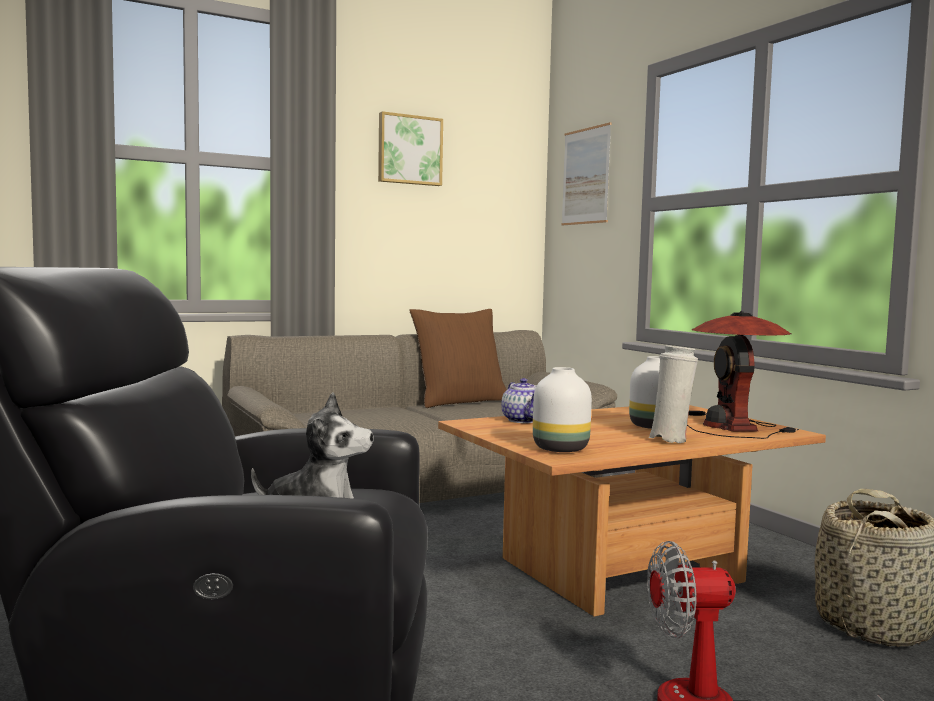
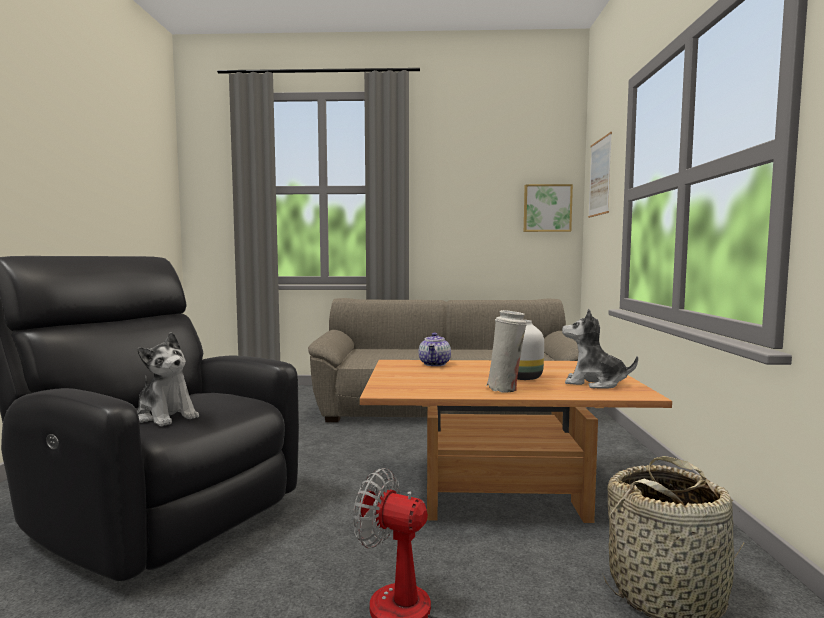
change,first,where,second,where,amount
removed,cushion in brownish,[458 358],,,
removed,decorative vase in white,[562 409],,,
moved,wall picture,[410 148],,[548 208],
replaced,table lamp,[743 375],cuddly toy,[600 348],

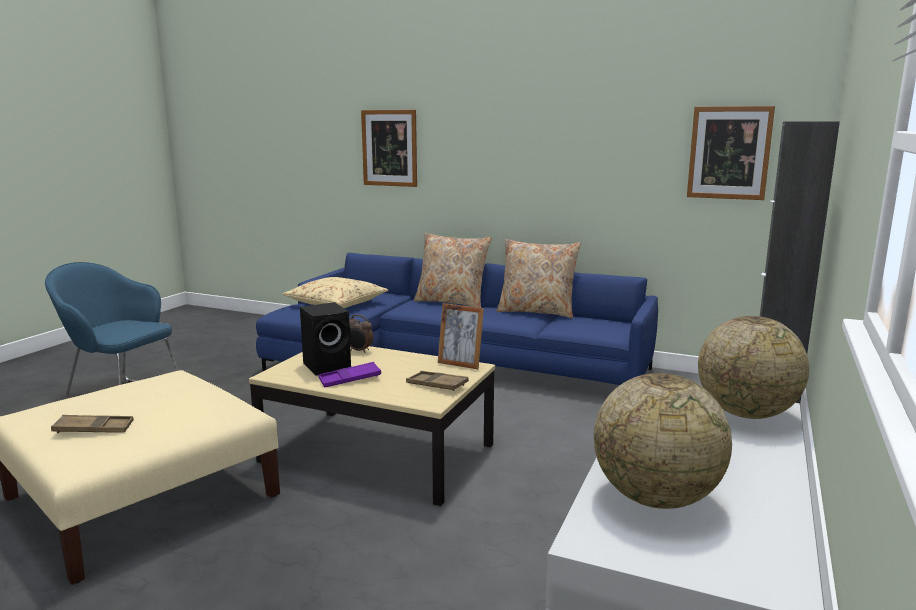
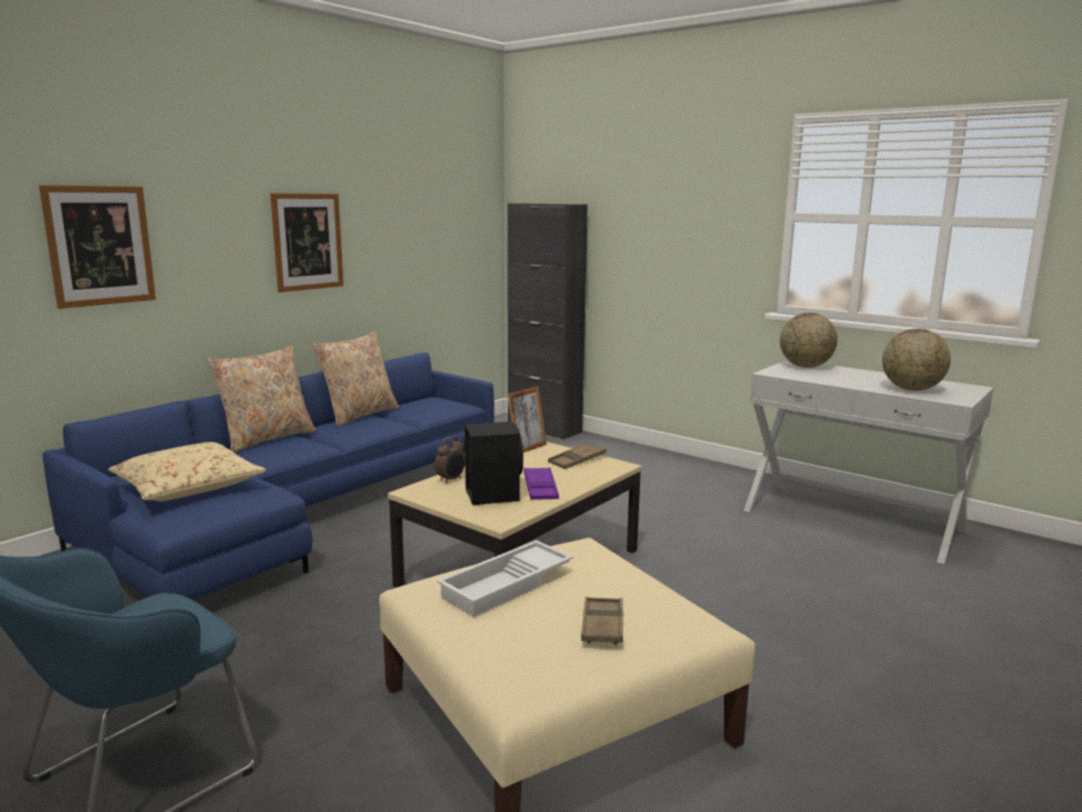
change,first,where,second,where,amount
added,,,serving tray in white,[505 578],
moved,wall picture,[731 153],,[307 242],

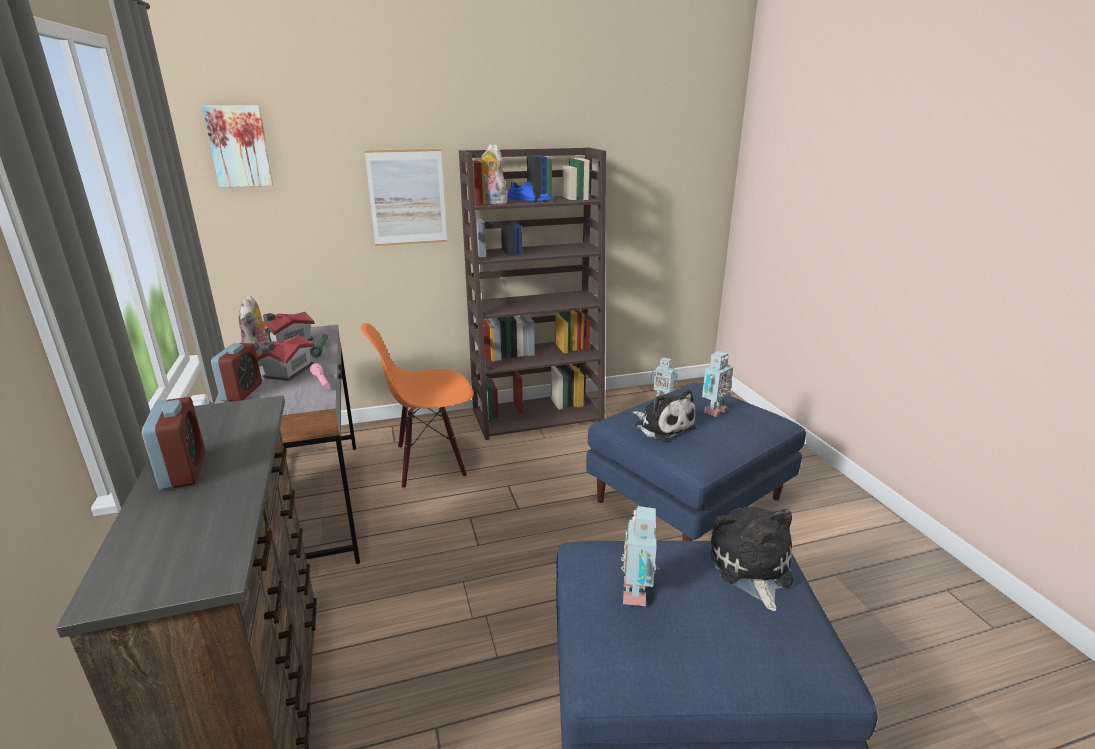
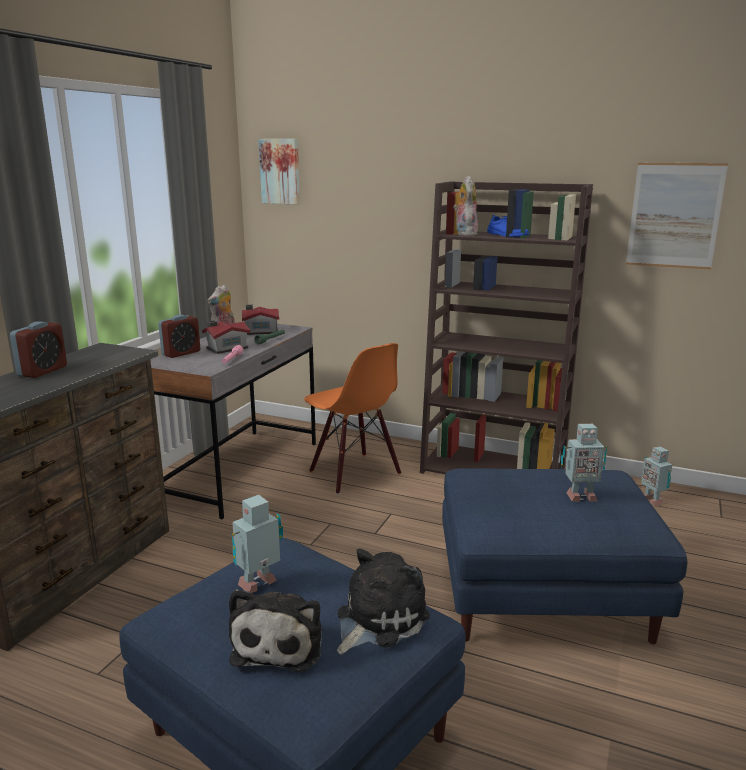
change,first,where,second,where,amount
moved,wall picture,[405 197],,[677 216],
moved,cuddly toy,[664 415],,[275 630],
turned,plain chair in orange,[416 406],,[352 418],150 degrees counterclockwise

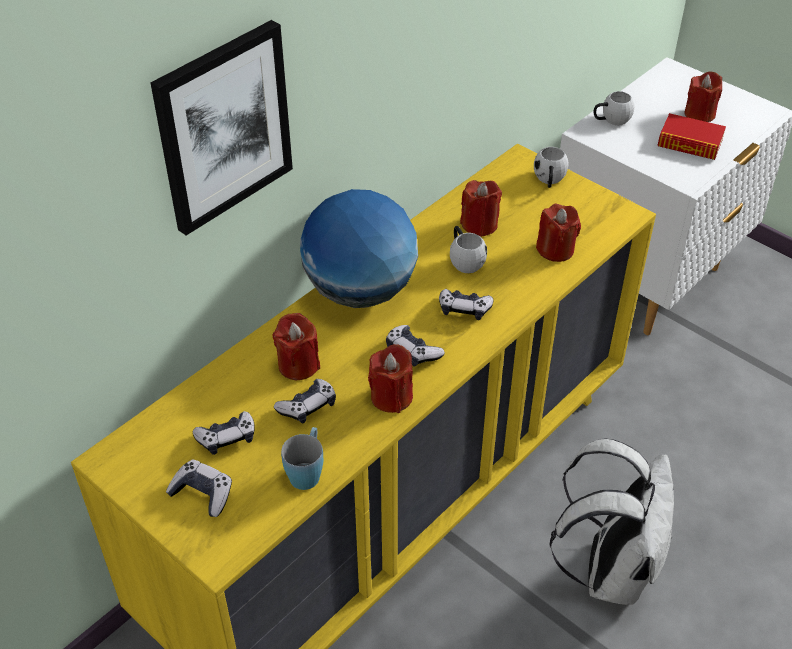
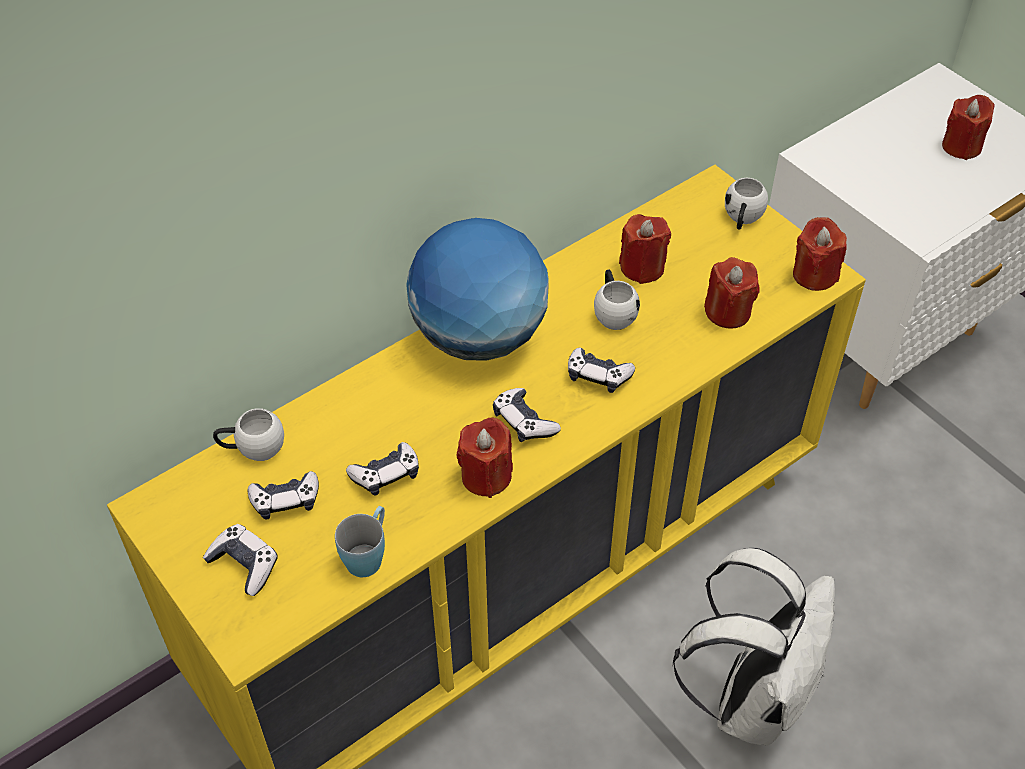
change,first,where,second,where,amount
removed,wall picture,[222 127],,,
removed,book,[692 136],,,
moved,wax candle in reddish,[296 346],,[820 254],
moved,tea mug in white,[613 108],,[248 434],

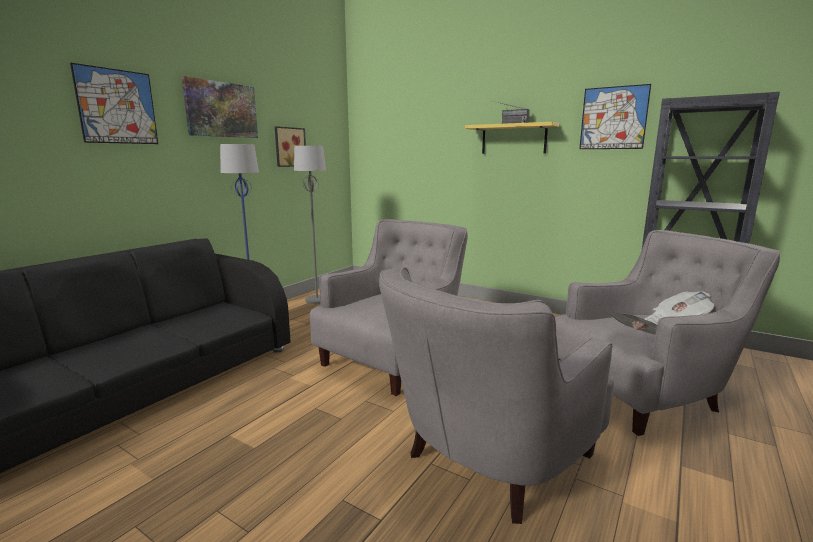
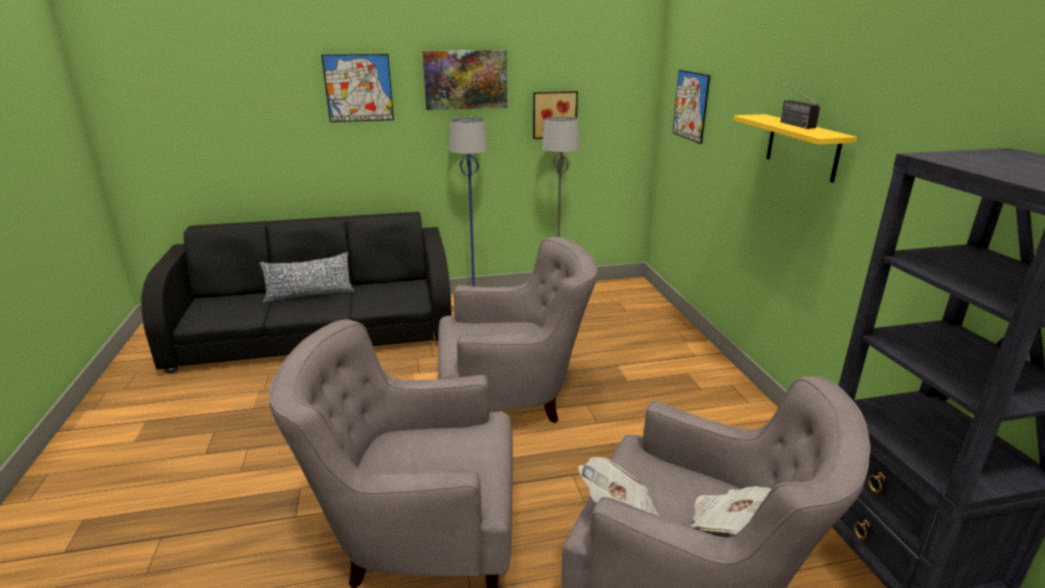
change,first,where,second,where,amount
added,,,cushion,[307 277],
moved,wall picture,[615 116],,[691 107],

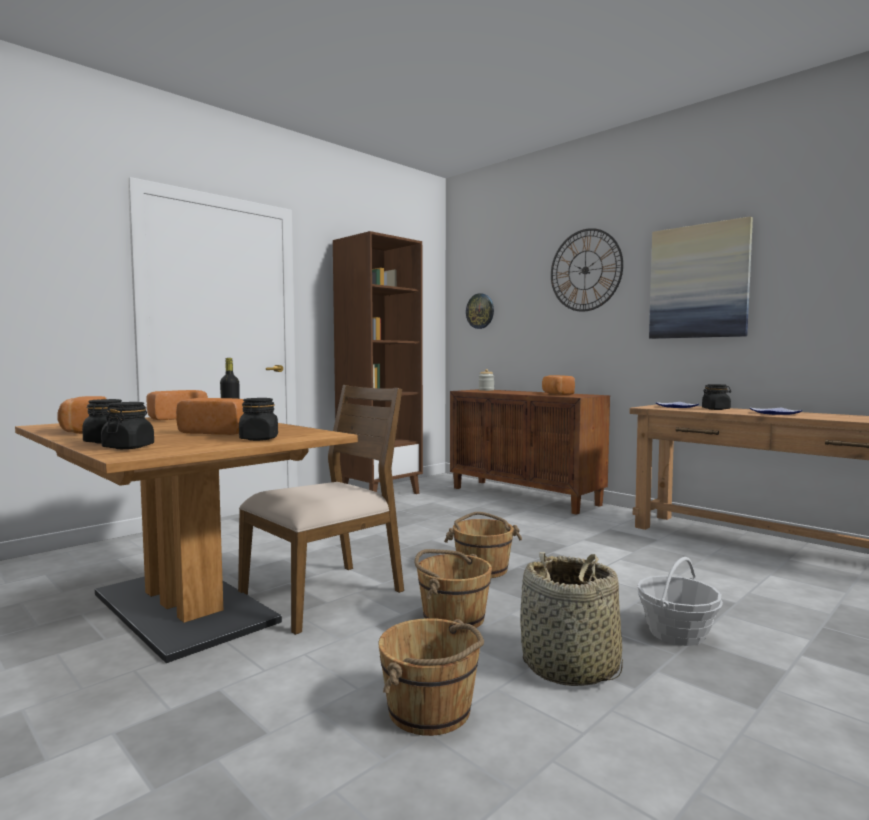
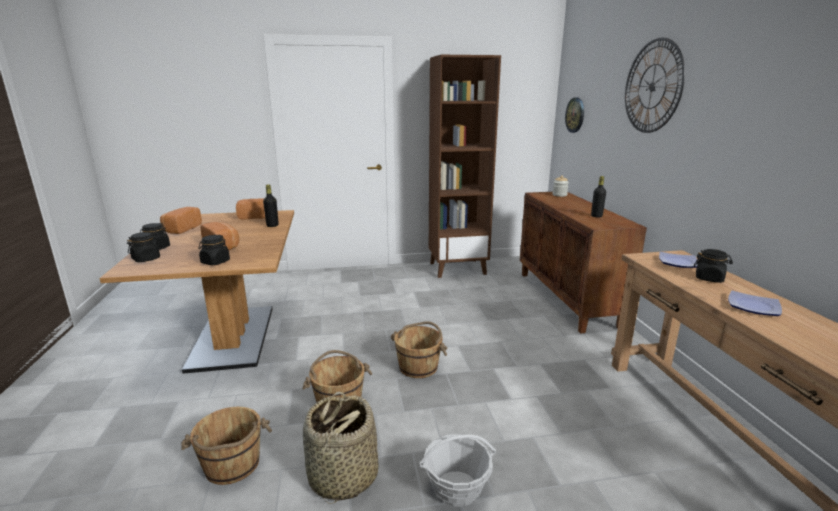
change,first,where,second,where,amount
removed,plain chair in brownish,[321 510],,,
removed,wall picture,[701 277],,,
replaced,bakery bread,[558 385],bottle in black-coloured,[598 197],

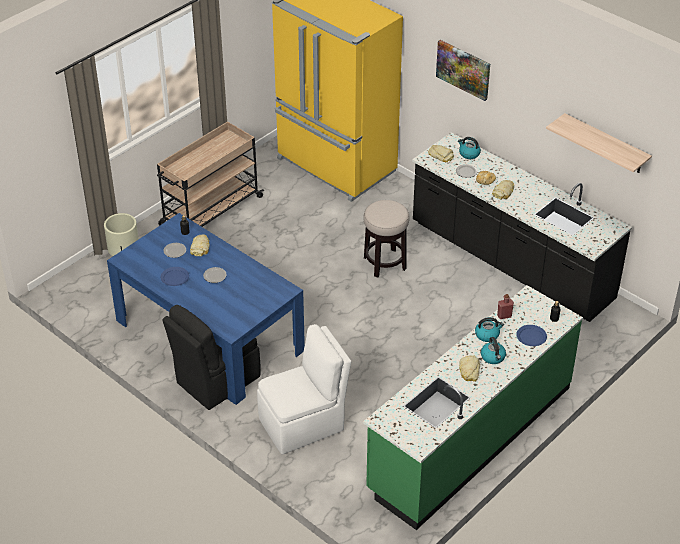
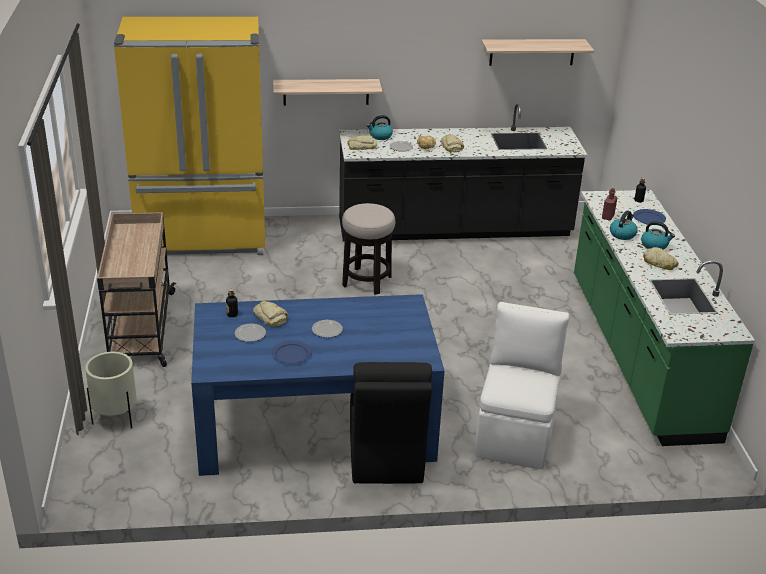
change,first,where,second,where,amount
removed,wall picture,[463 70],,,
added,,,shelf,[328 92],

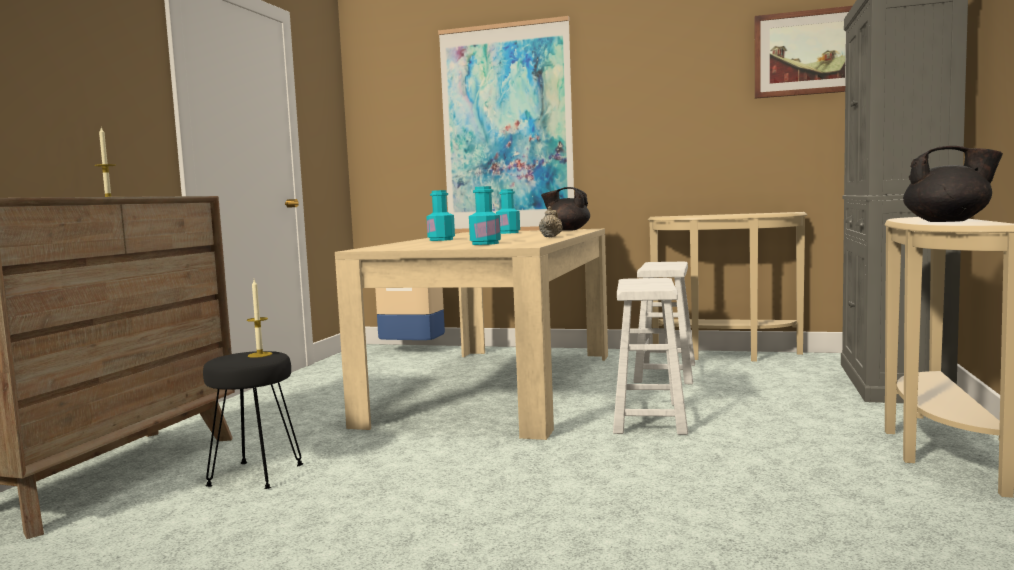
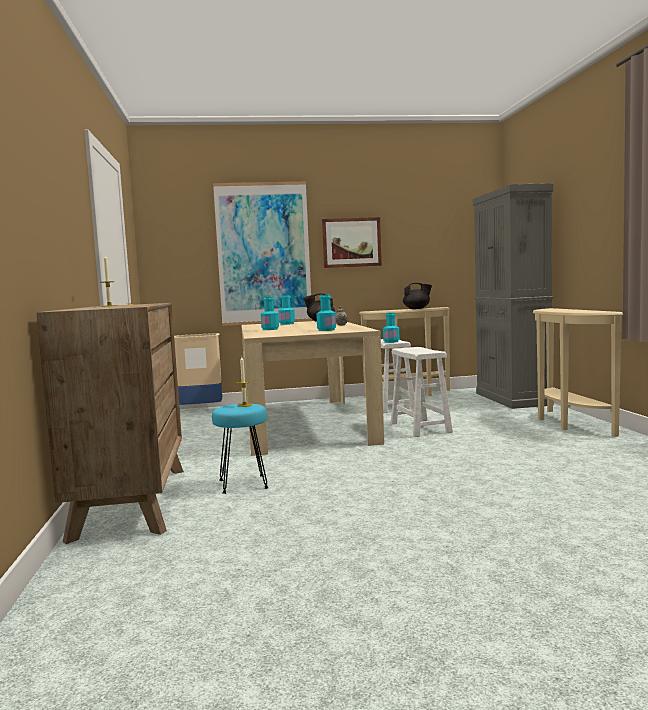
change,first,where,second,where,amount
added,,,bottle in blue-green,[391 328],
moved,wall picture,[803 52],,[352 242],
moved,tea pot in black-coloured,[953 184],,[417 296],
recoloured,sitting stool in black-coloured,[253 420],sitting stool in blue-green,[240 449],

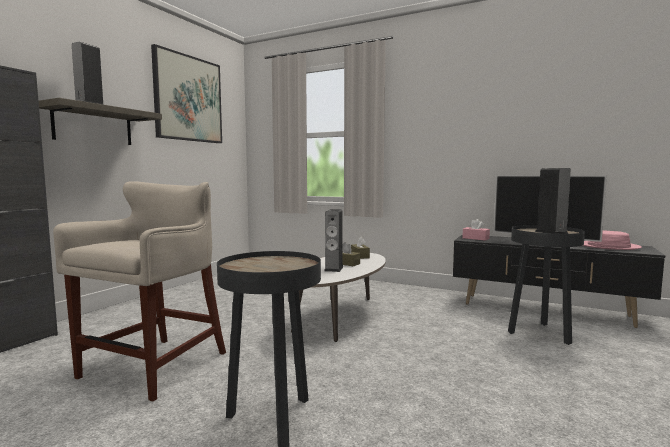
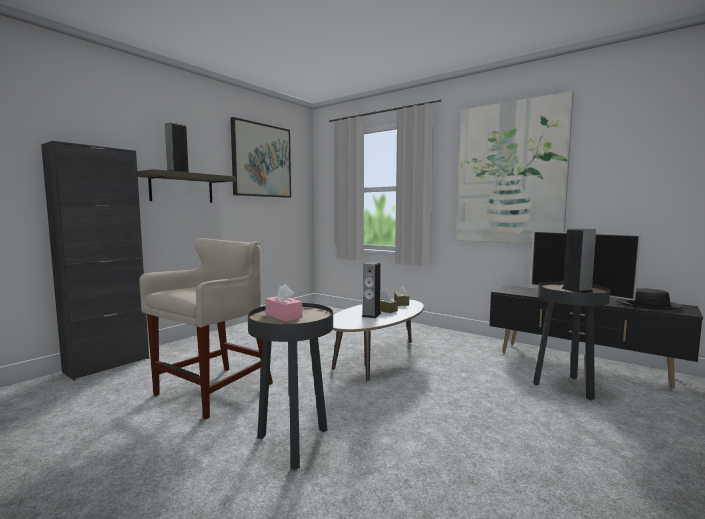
change,first,where,second,where,amount
added,,,wall picture,[515 167],
moved,tissue box in pinkish,[476 229],,[284 303],
recoloured,clothing hat in pinkish,[612 240],clothing hat in black-coloured,[648 299],

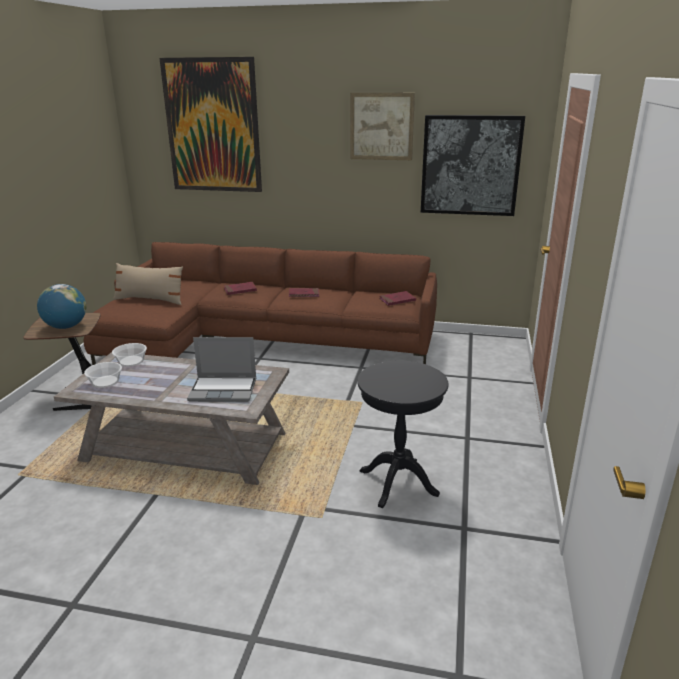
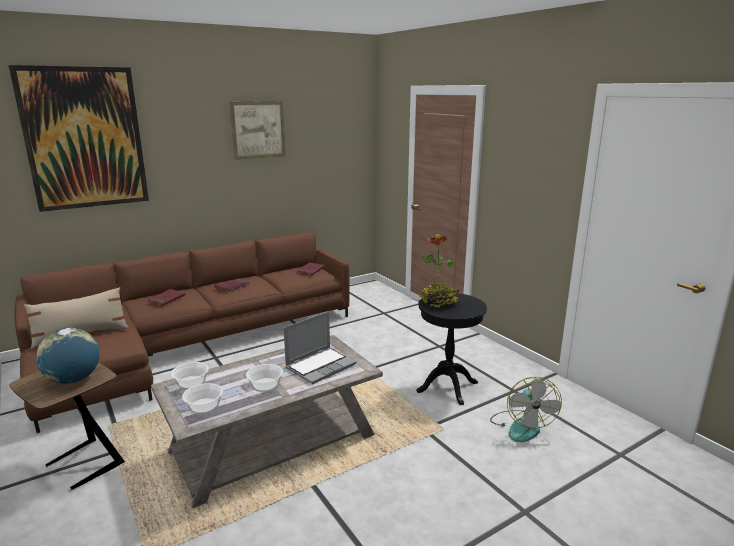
change,first,where,second,where,amount
removed,wall picture,[473 165],,,
added,,,deep dish,[264 378],
added,,,potted plant,[440 271],
added,,,electric fan,[526 409],

